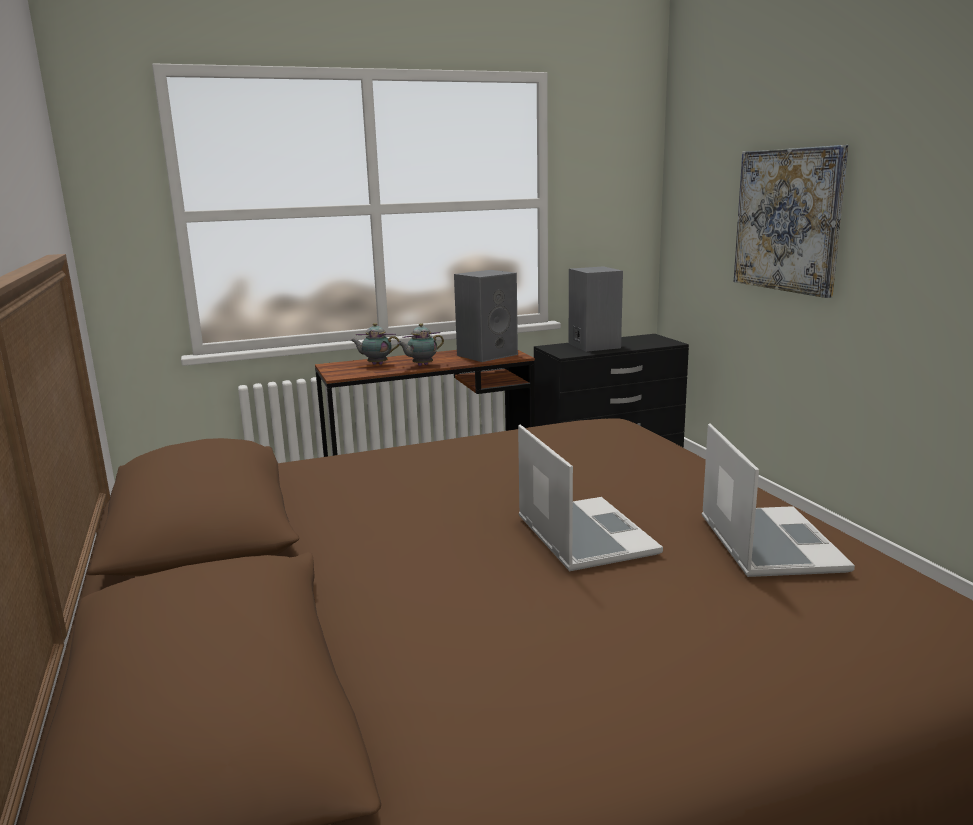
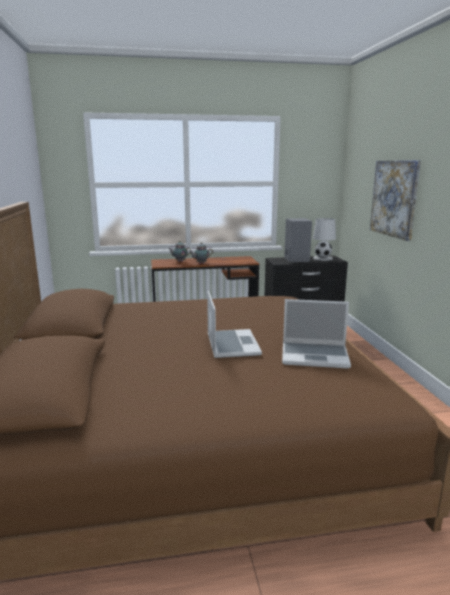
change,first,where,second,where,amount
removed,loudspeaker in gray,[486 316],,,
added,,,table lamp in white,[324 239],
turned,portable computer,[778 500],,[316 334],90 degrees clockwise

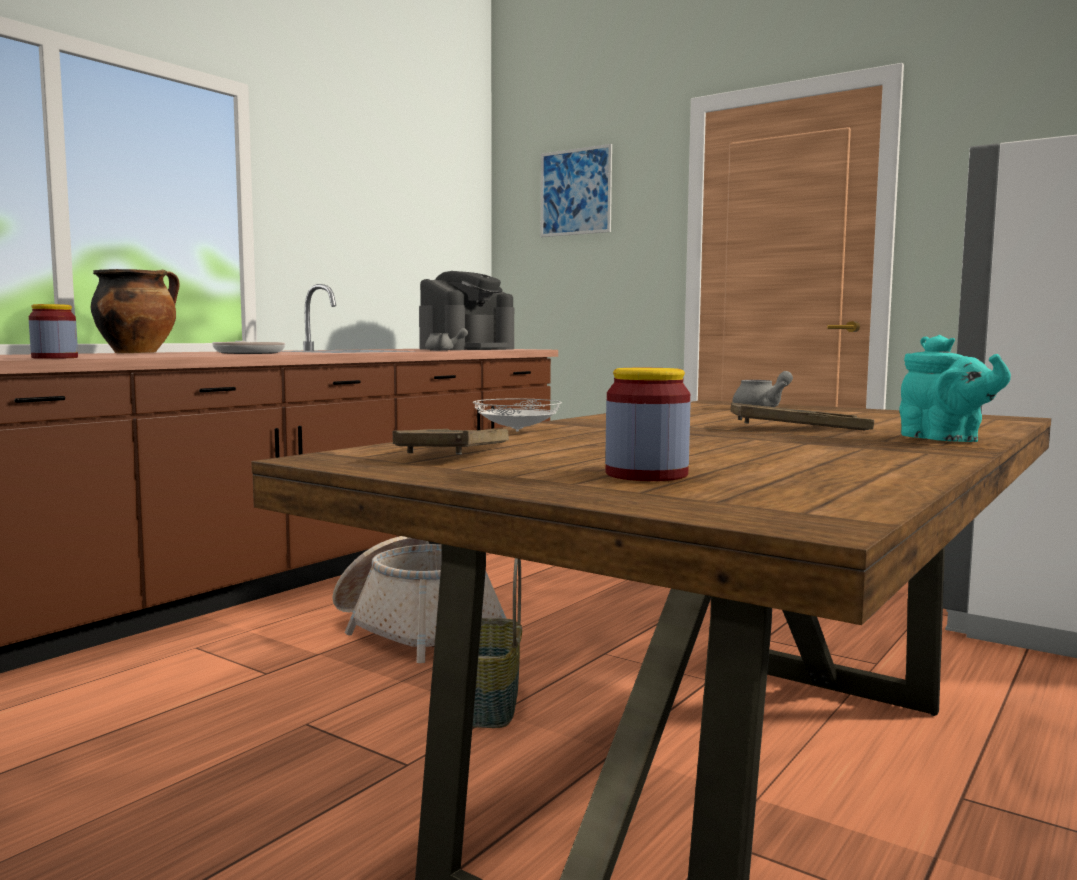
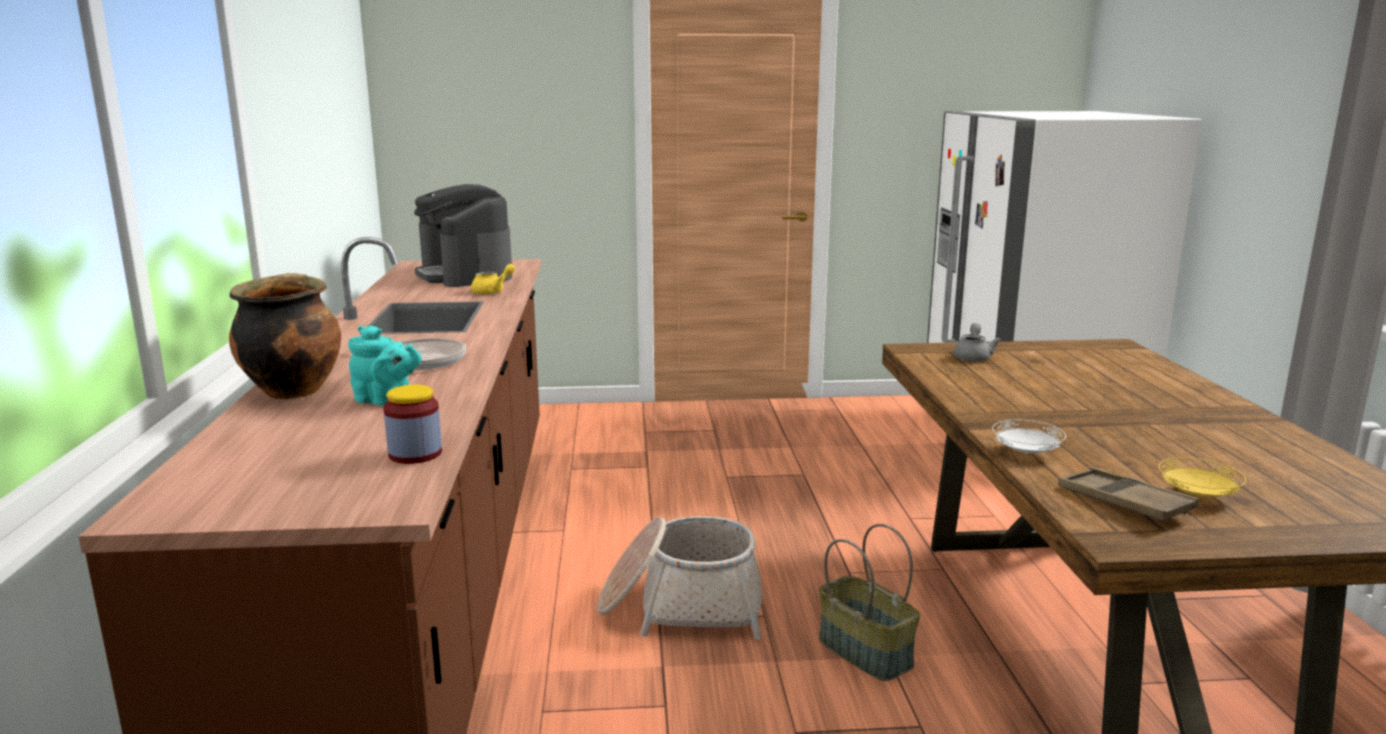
change,first,where,second,where,amount
removed,wall picture,[576 190],,,
removed,storage jar,[648 424],,,
removed,serving tray in brownish,[802 416],,,
added,,,flat dish in yellow-coloured,[1202 477],
moved,tea pot in blue-green,[955 388],,[385 365],
recoloured,tea pot in gray,[446 339],tea pot in yellow-coloured,[493 279],
turned,coffee brewer,[466 310],,[463 235],150 degrees clockwise

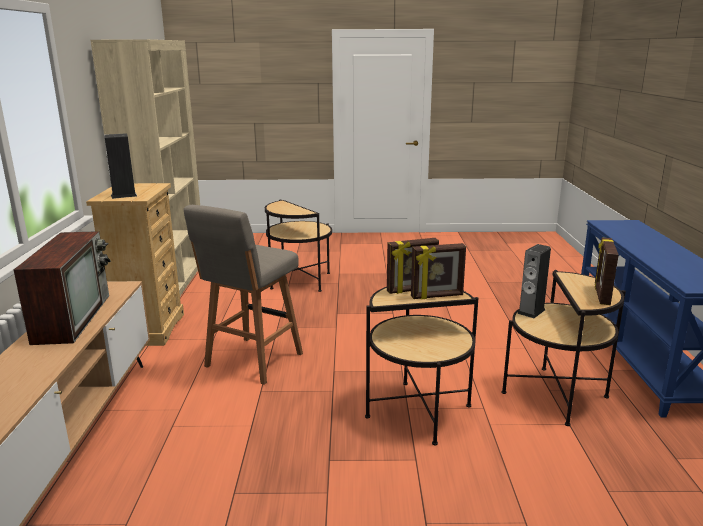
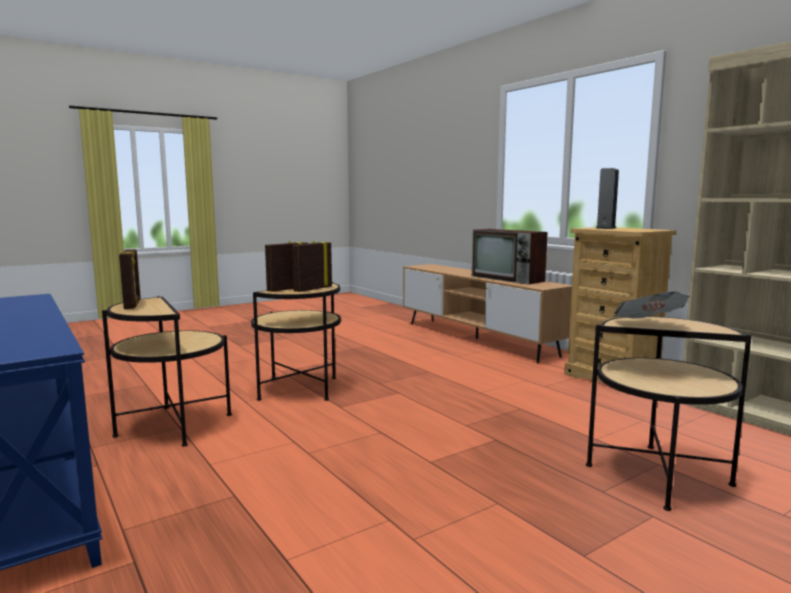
change,first,where,second,where,amount
removed,sitting stool in gray,[243 295],,,
removed,loudspeaker,[534 281],,,
added,,,newspaper,[651 304],

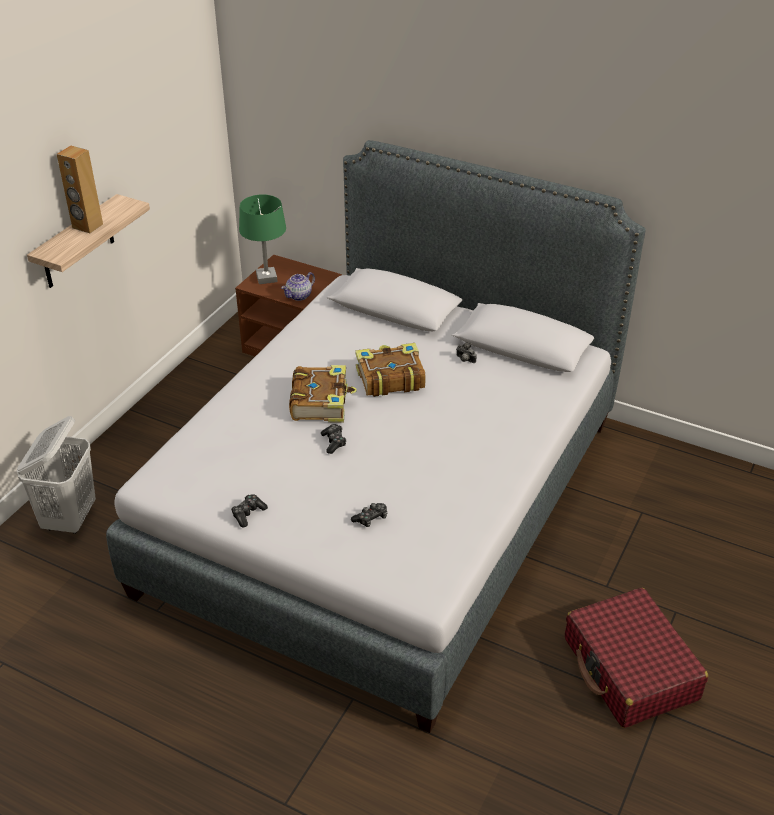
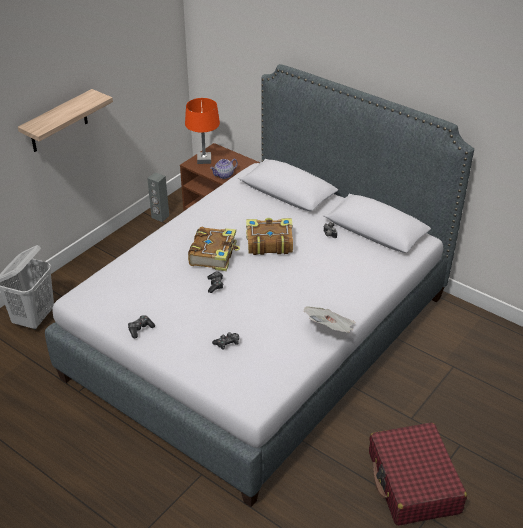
change,first,where,second,where,amount
removed,loudspeaker in brownish,[80 189],,,
added,,,loudspeaker in gray,[158 197],
added,,,newspaper,[330 319],
recoloured,table lamp in green,[262 239],table lamp in orange,[202 131],

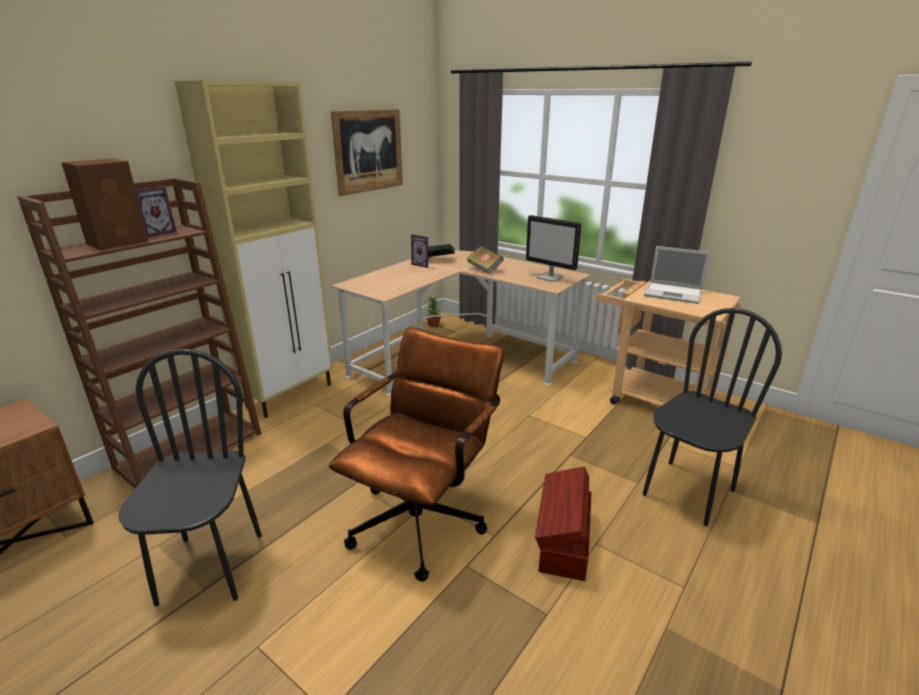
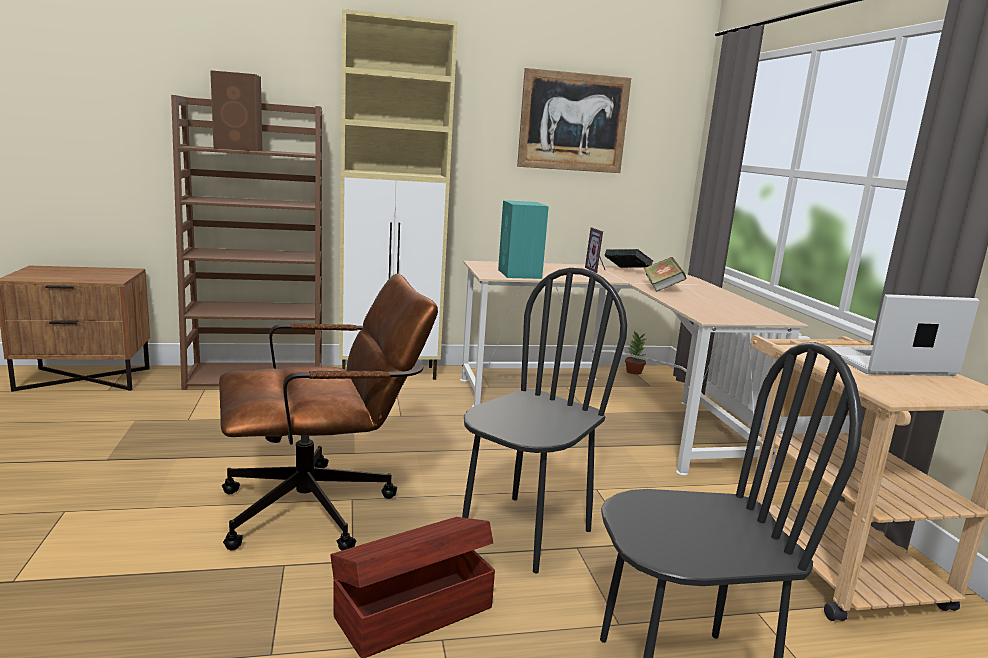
change,first,where,second,where,amount
removed,standing frame,[156 212],,,
removed,computer screen,[554 248],,,
added,,,loudspeaker in blue-green,[523 239],
moved,plain chair in black-coloured,[190 477],,[544 420],
turned,portable computer,[677 275],,[904 335],105 degrees clockwise

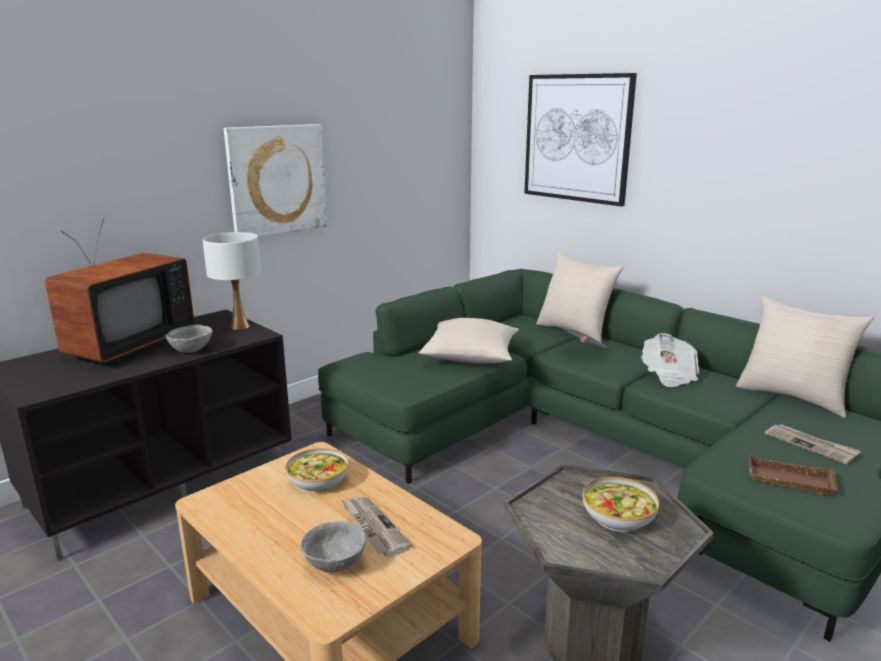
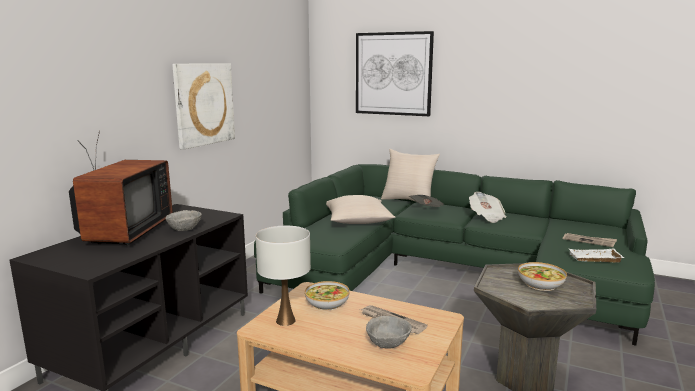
change,first,where,second,where,amount
removed,cushion in beige,[805 356],,,
moved,table lamp in white,[231 281],,[283 276],
recoloured,serving tray in brownish,[793 475],serving tray in white,[596 255],

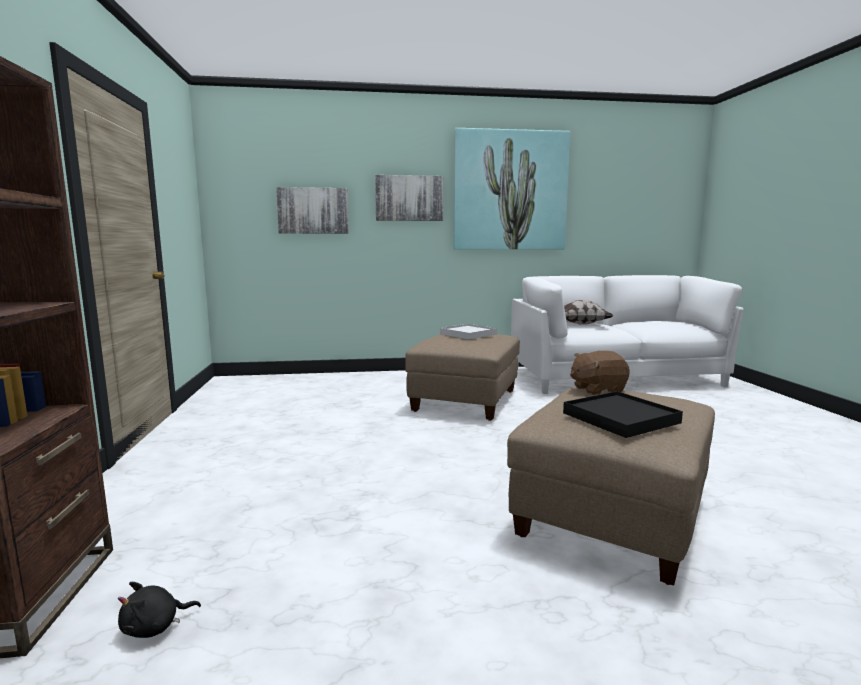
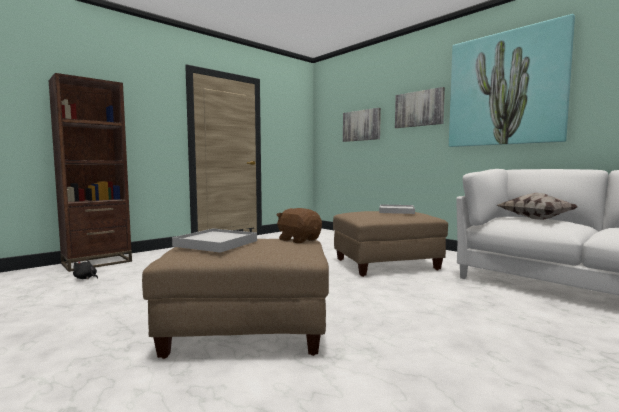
change,first,where,second,where,amount
recoloured,serving tray in black-coloured,[623 414],serving tray in white,[214 241],

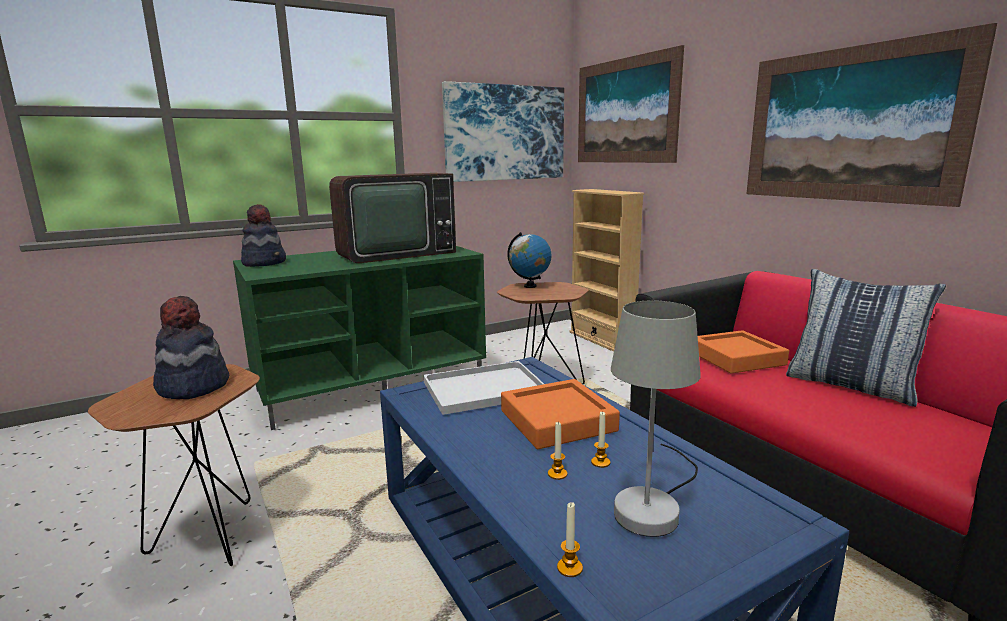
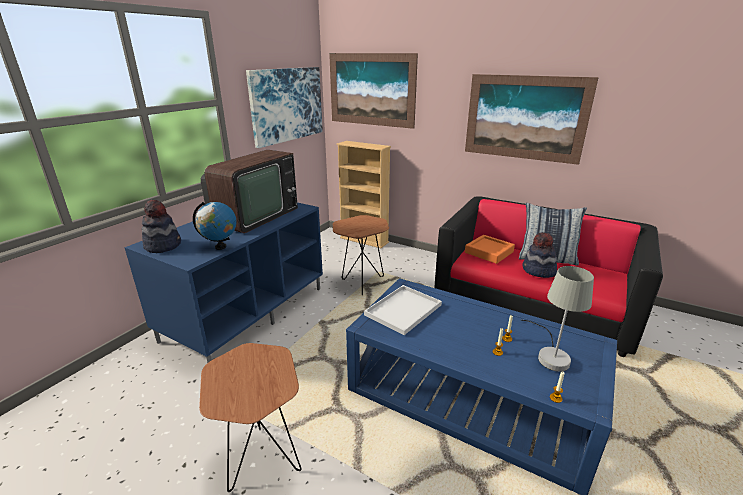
change,first,where,second,where,amount
removed,serving tray in orange,[560 414],,,
moved,clothing hat,[191 347],,[539 255],
moved,world globe,[529 260],,[215 226],
recoloured,tv stand in green,[359 338],tv stand in bluish,[223 282],

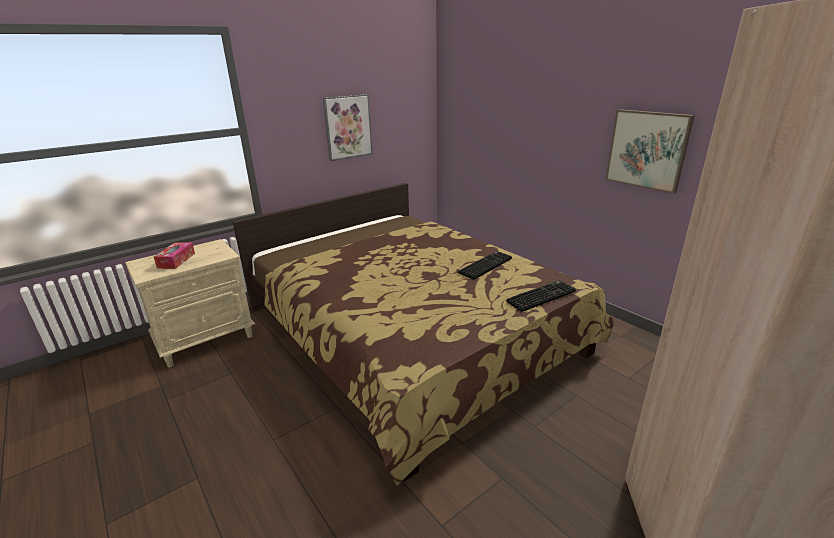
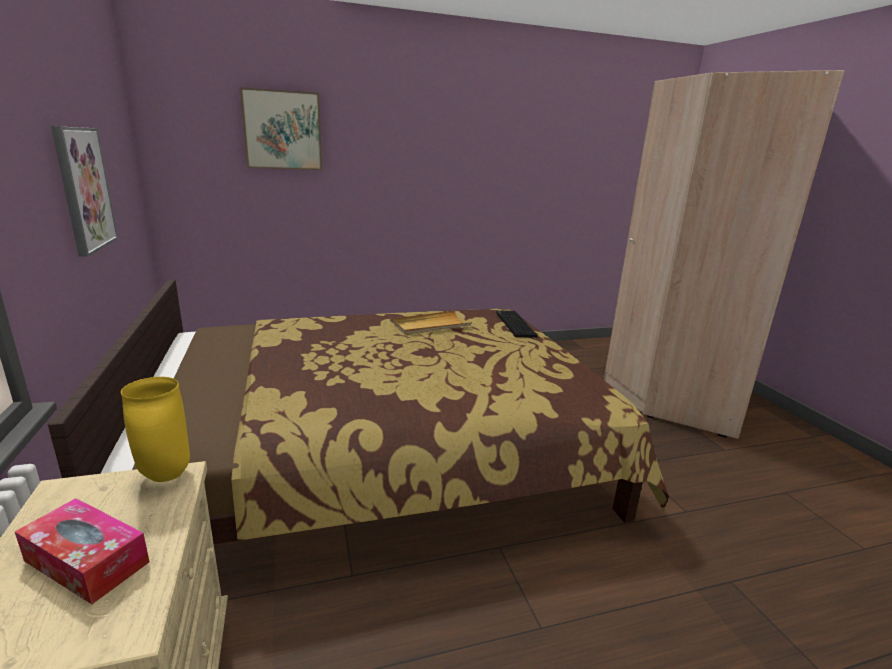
change,first,where,second,where,amount
added,,,decorative vase in yellow-coloured,[155 429],
moved,wall picture,[650 151],,[281 128],
replaced,keyboard,[485 265],serving tray in beige,[432 322],

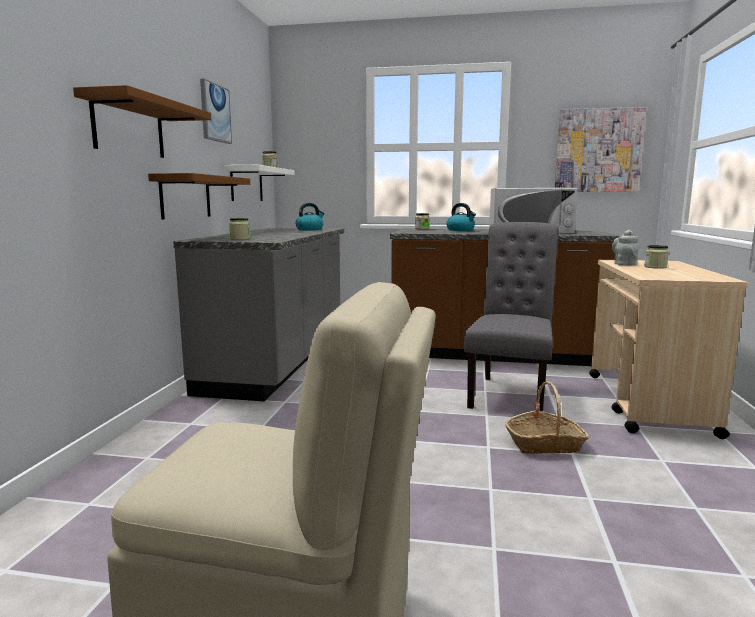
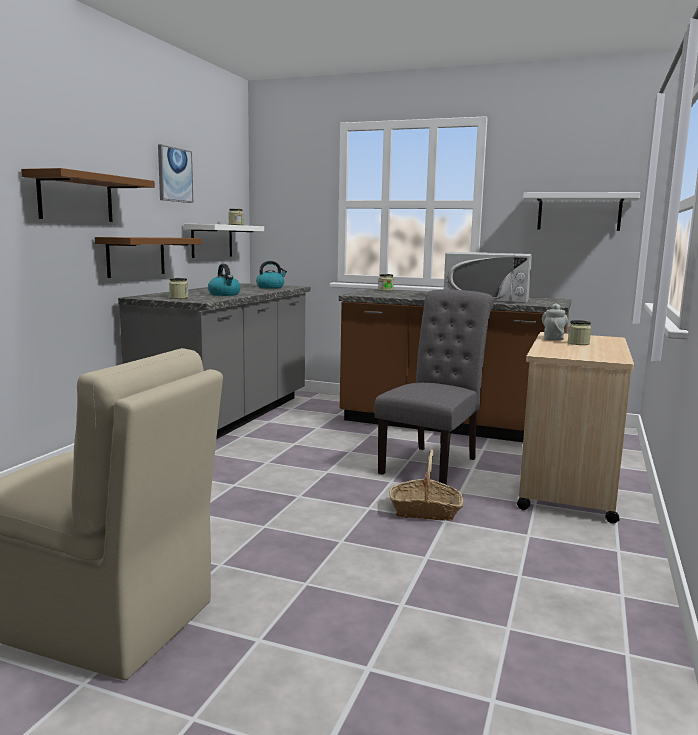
change,first,where,second,where,amount
moved,water kettle,[461 217],,[224 280],
replaced,wall picture,[601 149],shelf in white,[581 211],

